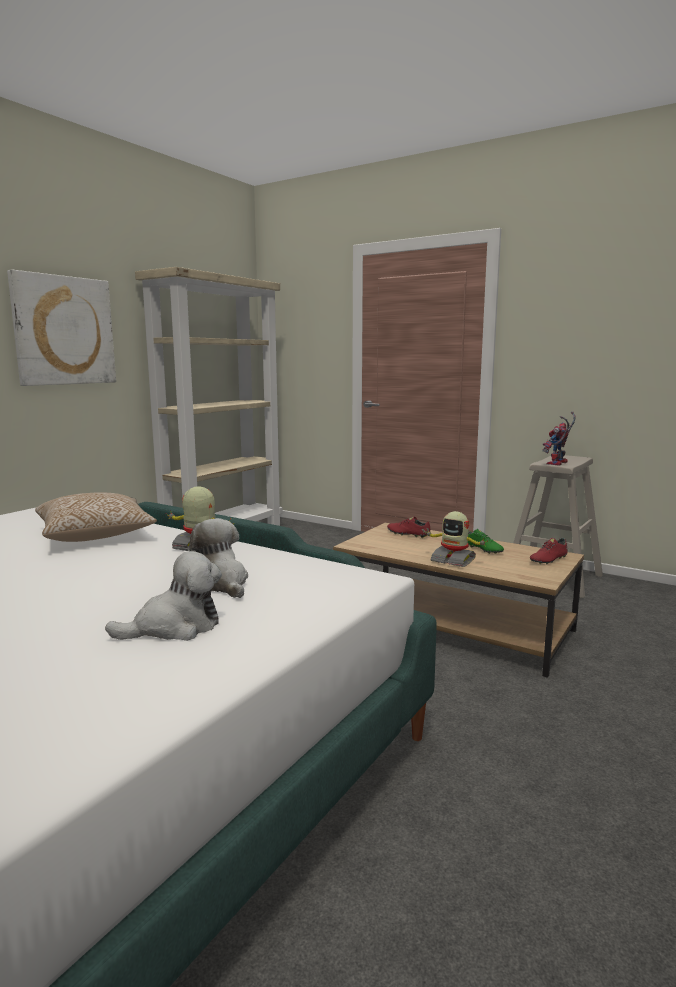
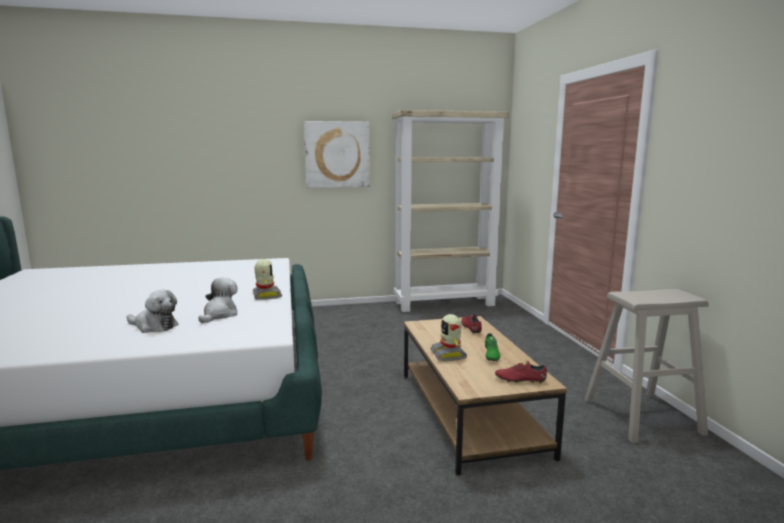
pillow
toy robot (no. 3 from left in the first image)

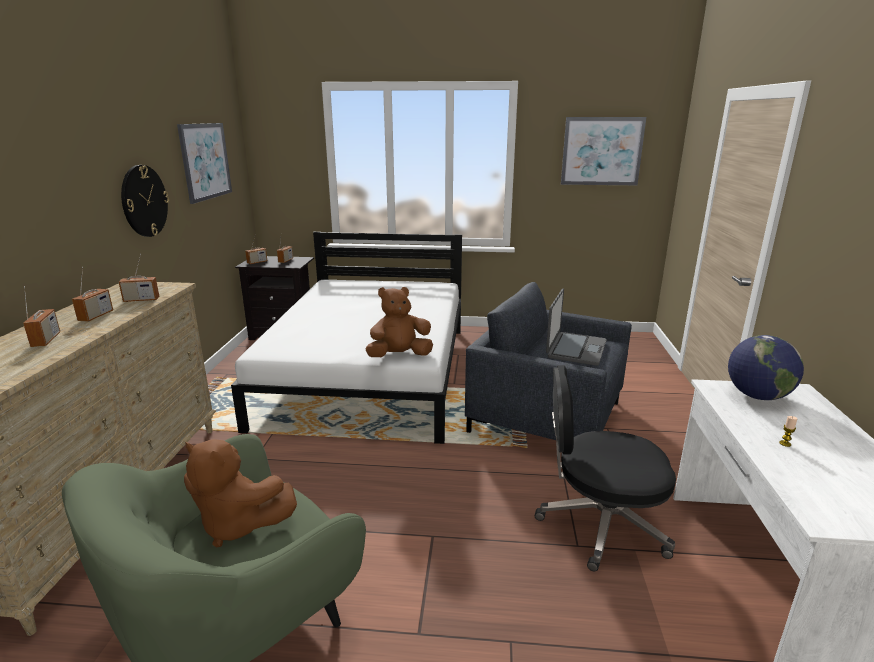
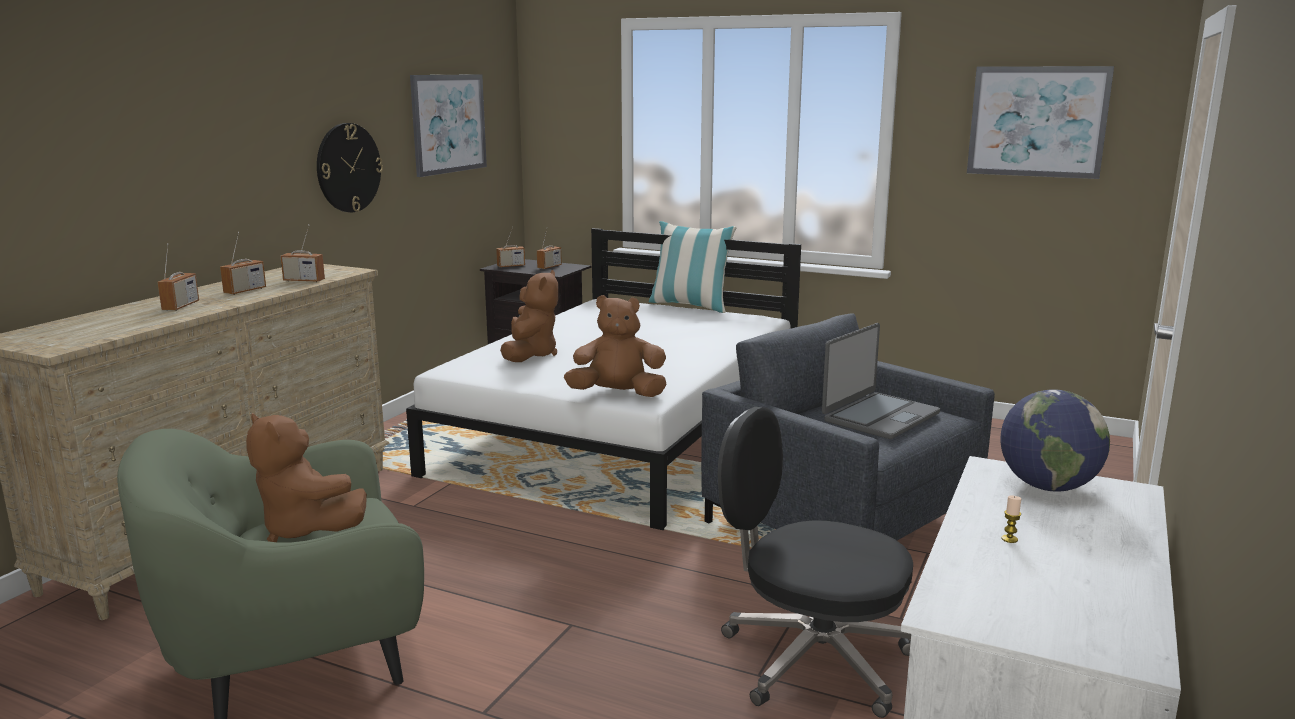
plush toy (brown) (no. 2 from left)
pillow

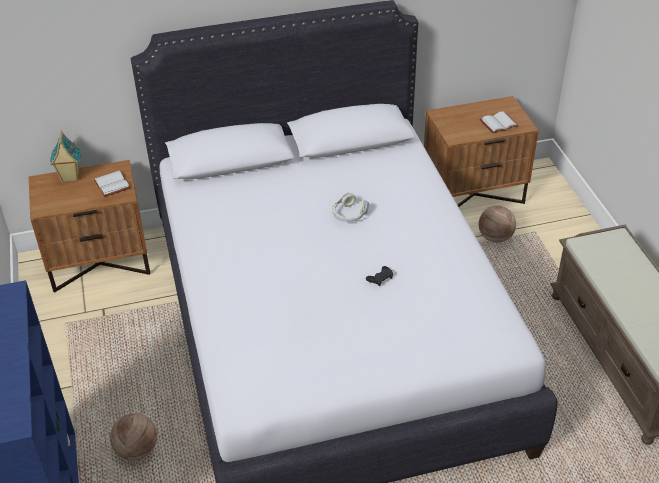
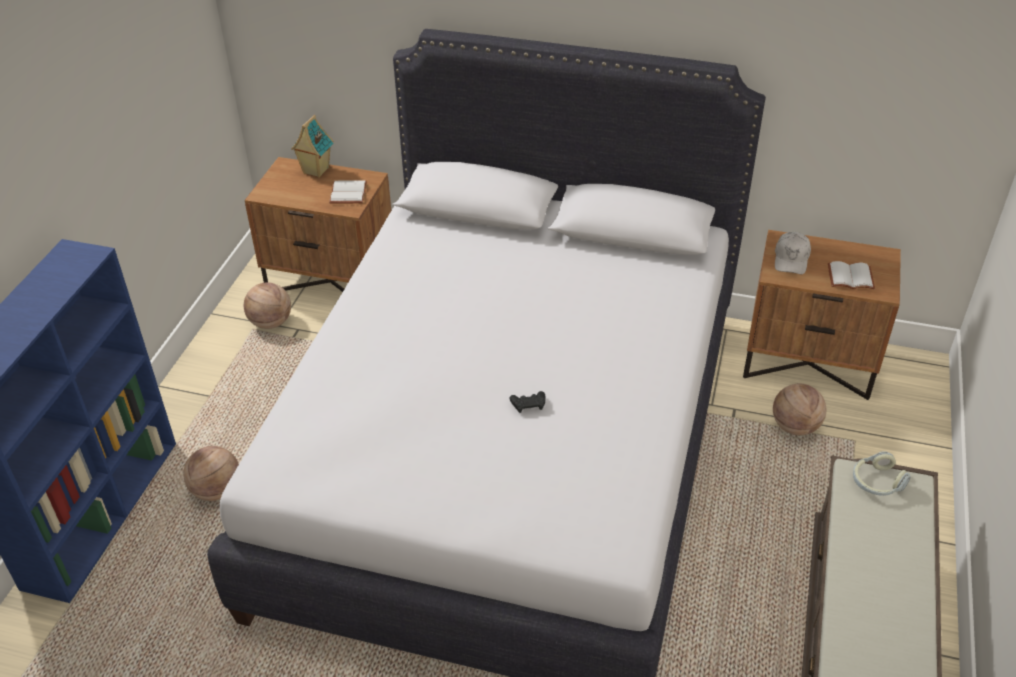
basketball (no. 2 from left)
cap (white)
headphones

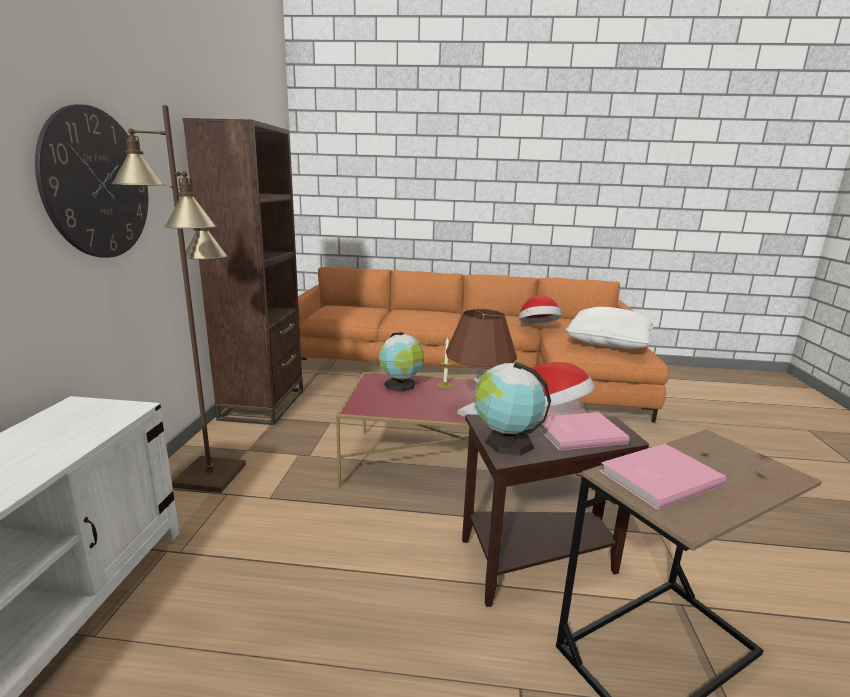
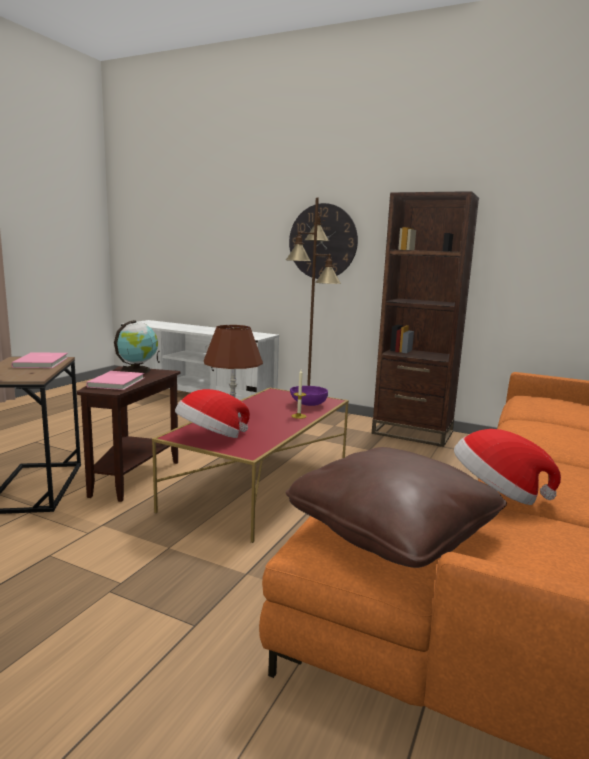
bowl (purple)
pillow (brown)

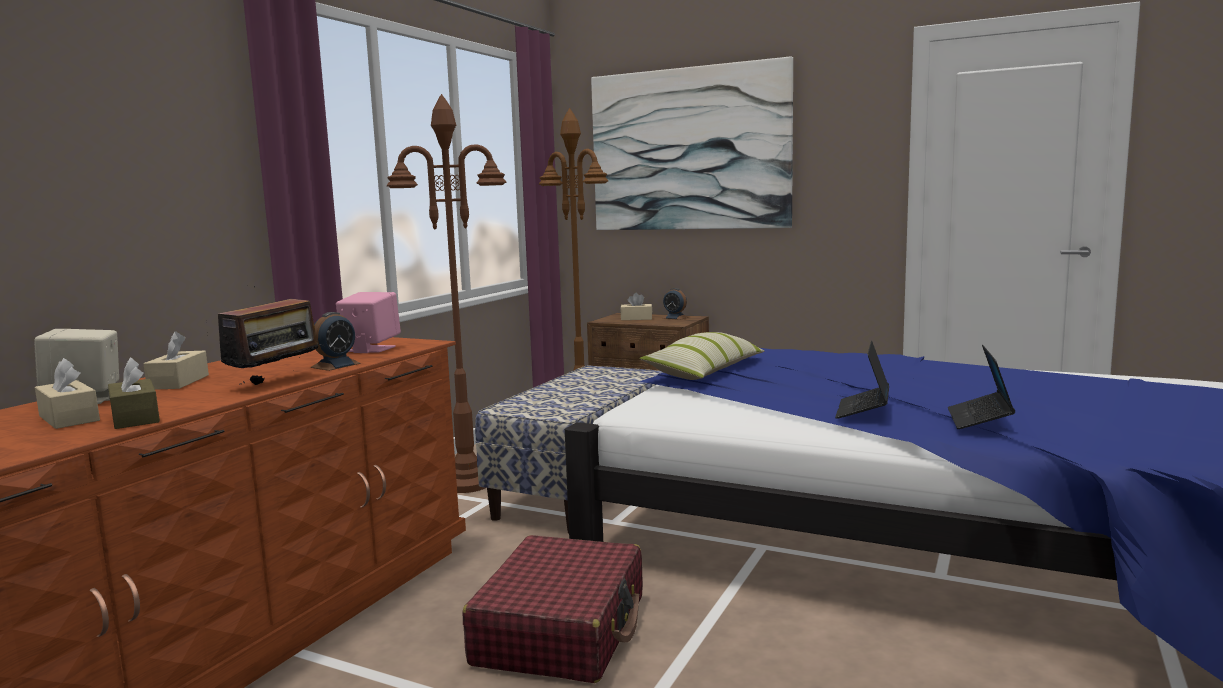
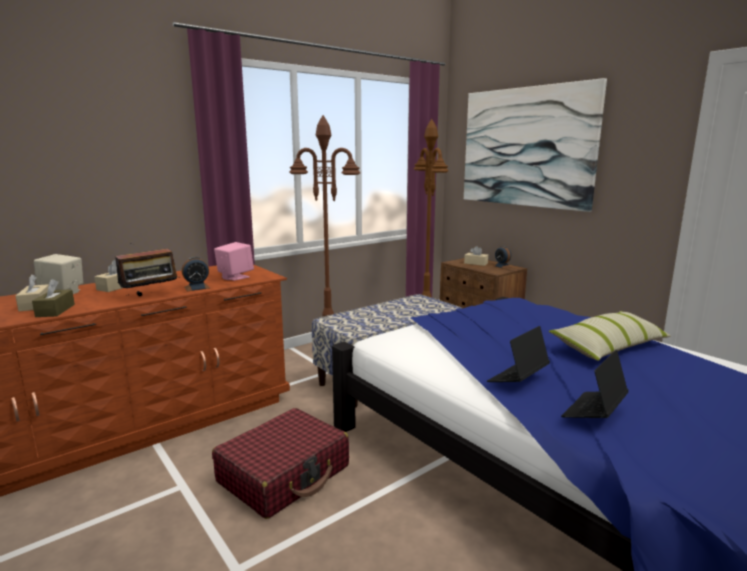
pillow

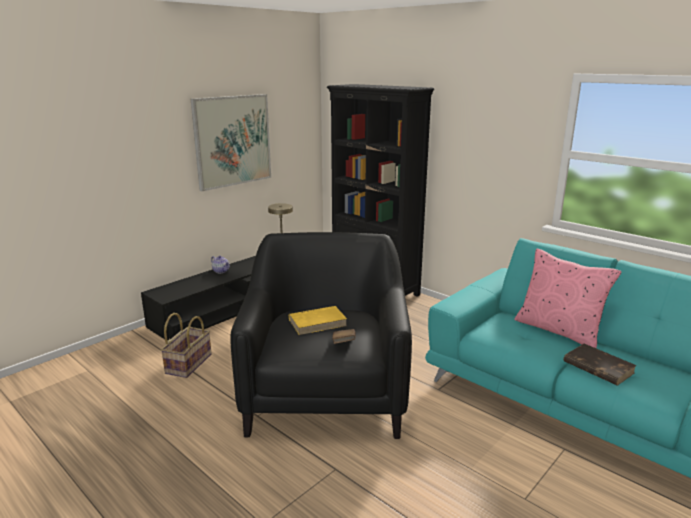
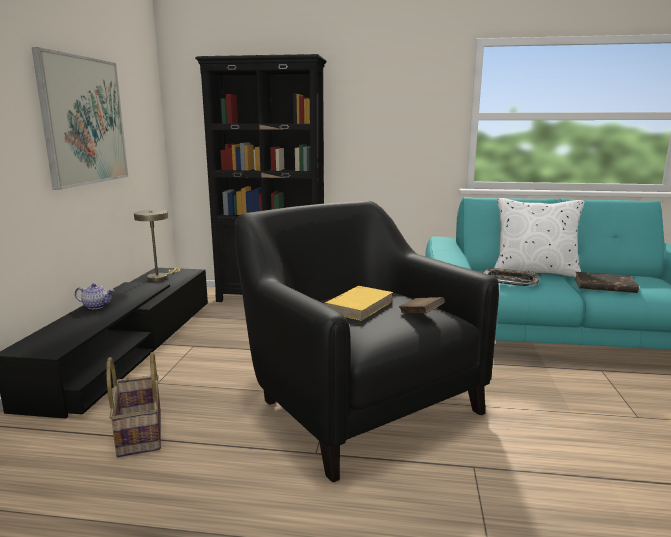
tray
pillow (white)

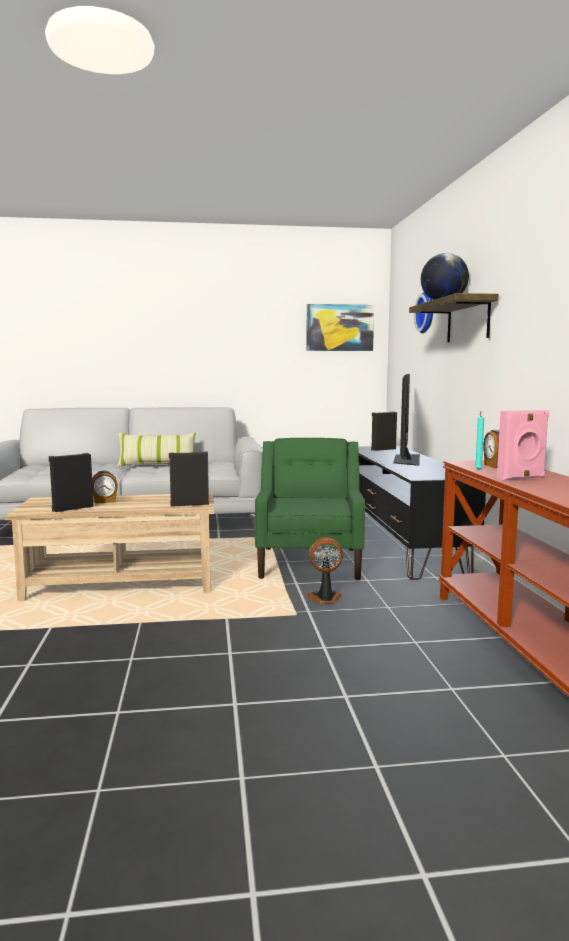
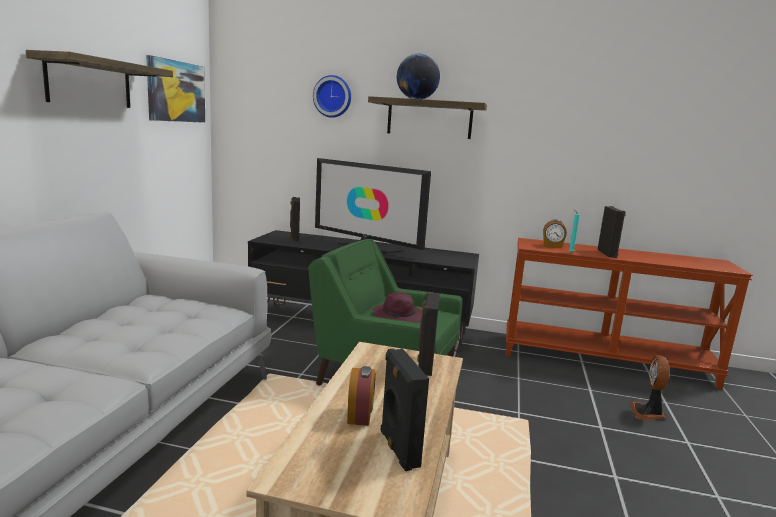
pillow
shelf (no. 1 from left)
hat (purple)
fan
speaker (black) (no. 4 from left)

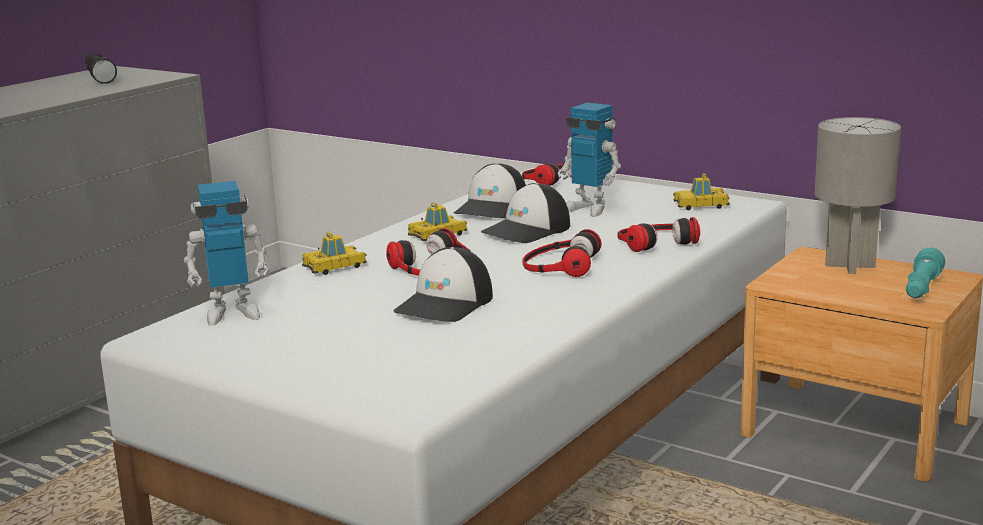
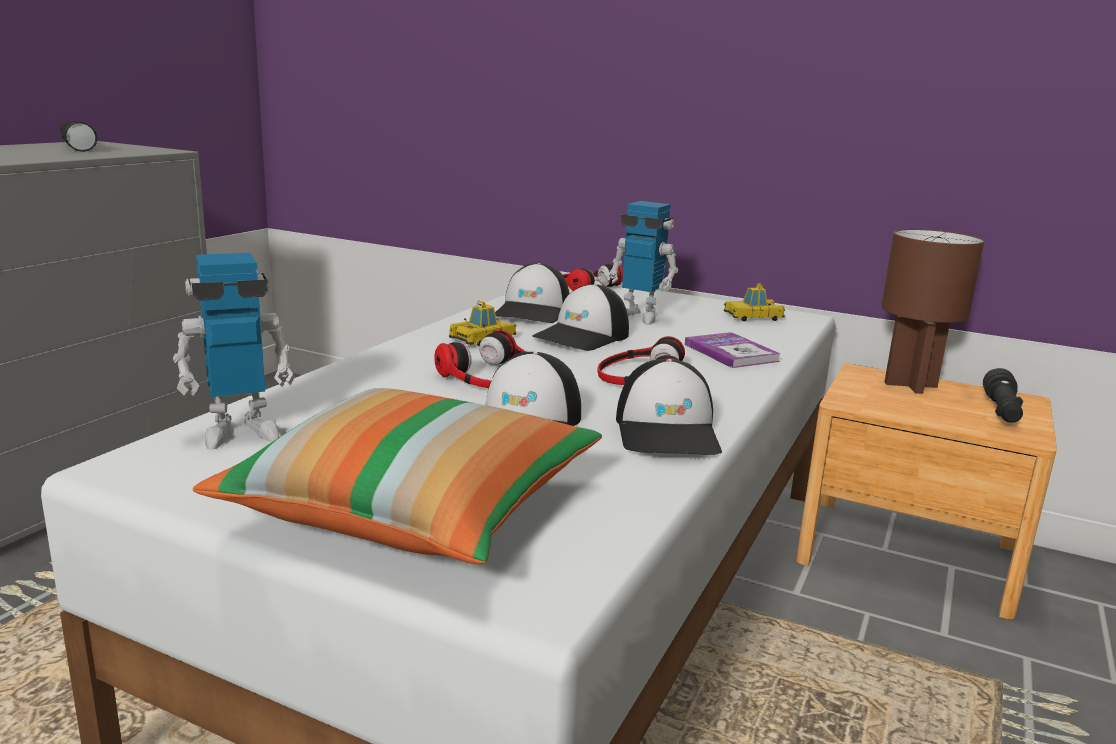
toy car (no. 1 from left in the first image)
pillow
cap (no. 4 from left)
book
table lamp (brown)
flashlight (black) (no. 2 from left)

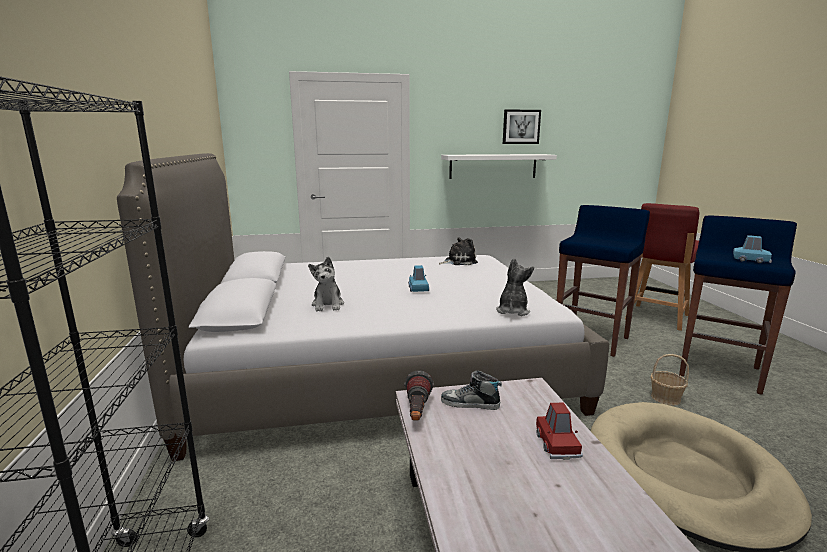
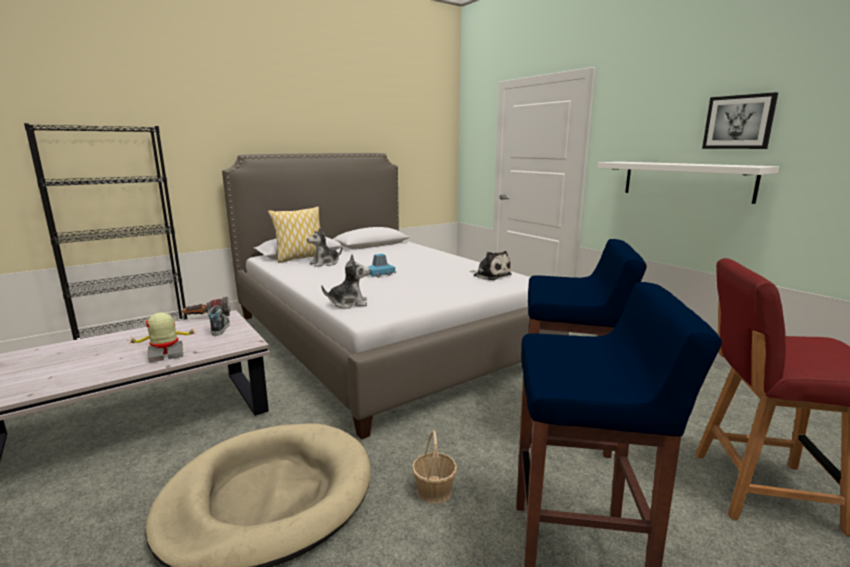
toy car (blue) (no. 2 from left in the first image)
pillow
toy robot

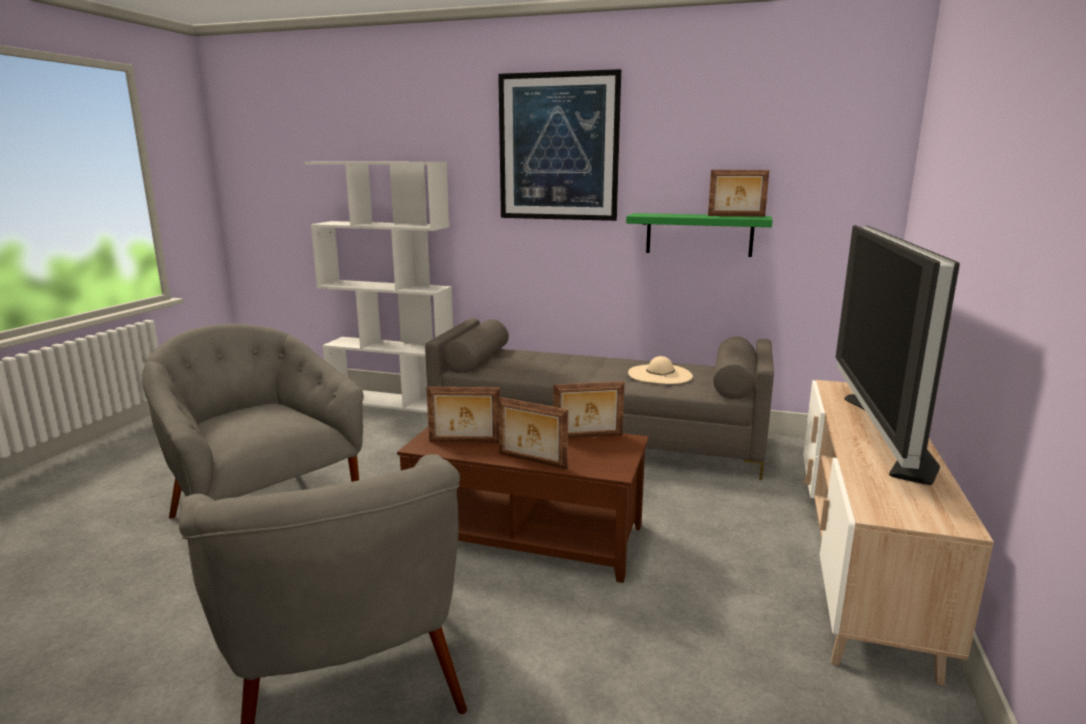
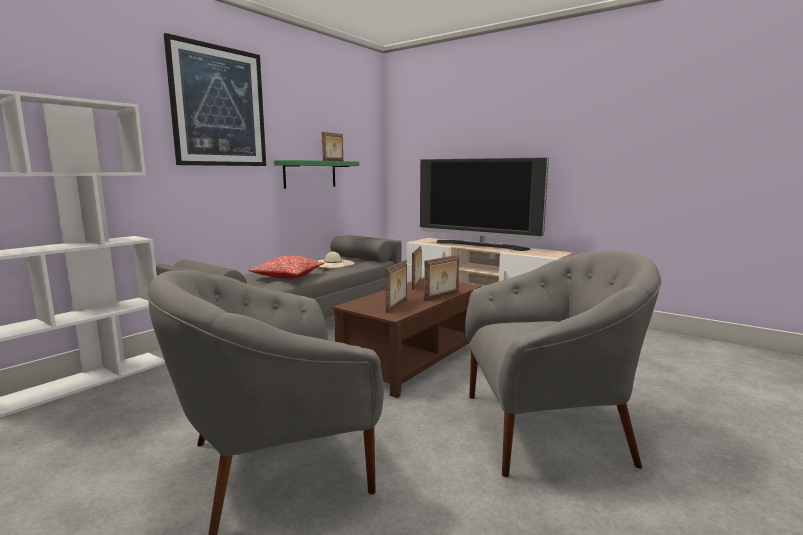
pillow

